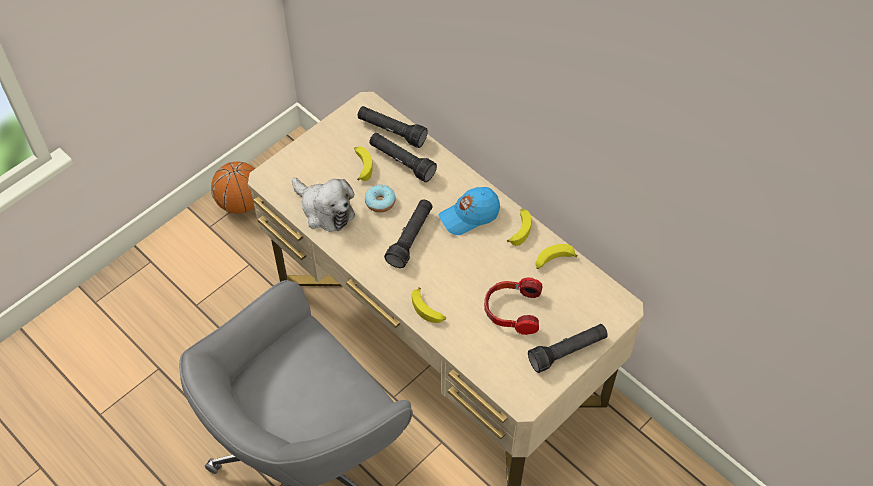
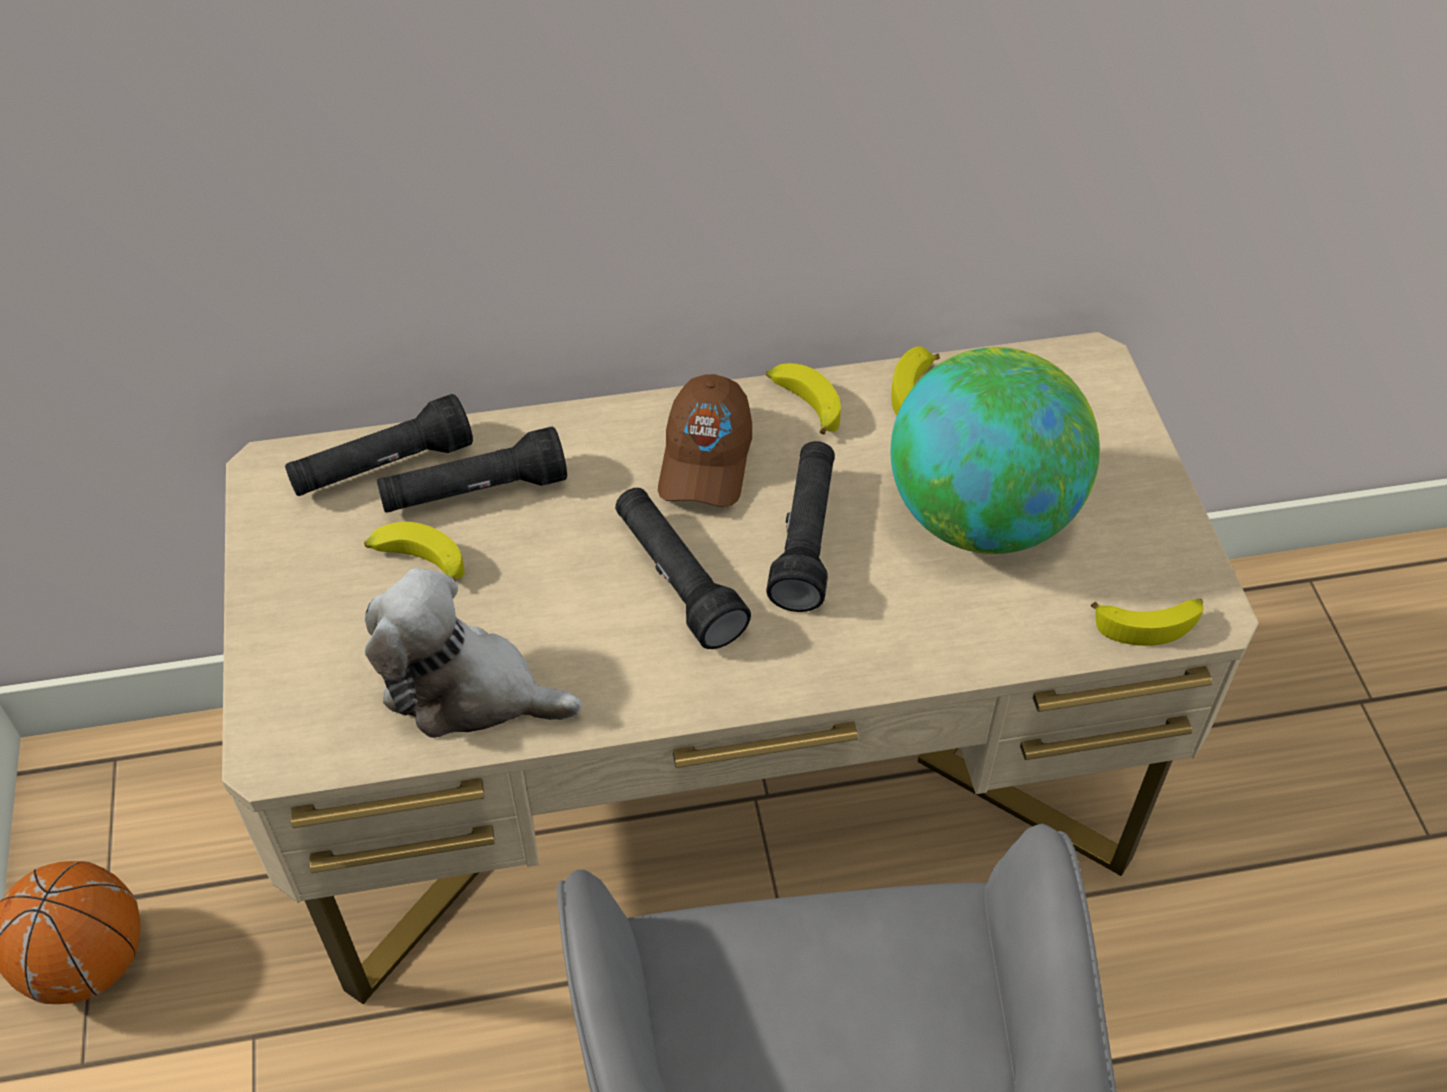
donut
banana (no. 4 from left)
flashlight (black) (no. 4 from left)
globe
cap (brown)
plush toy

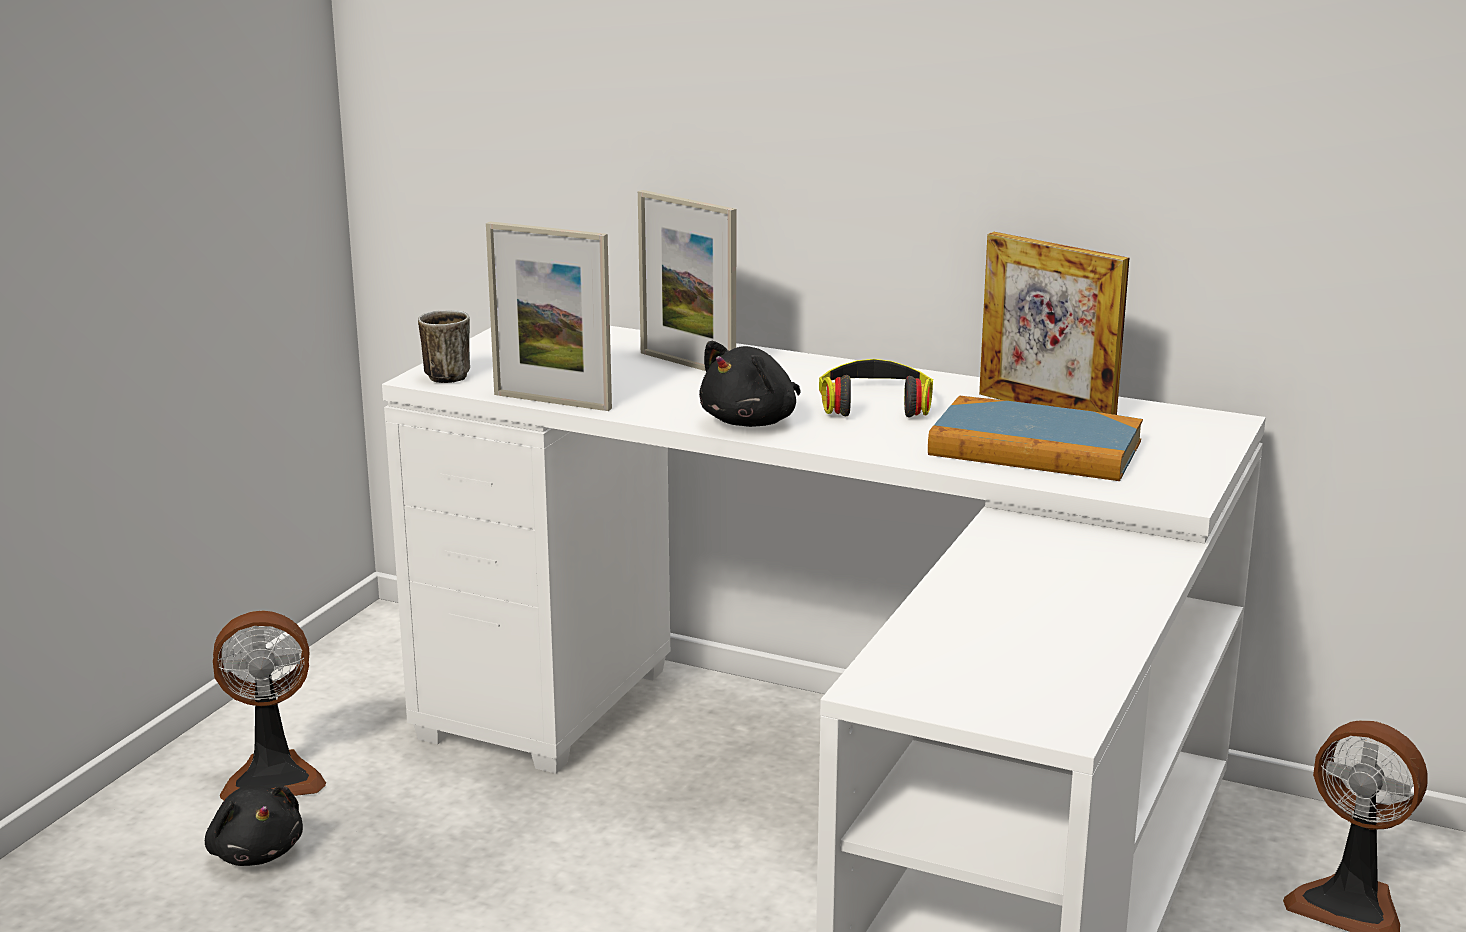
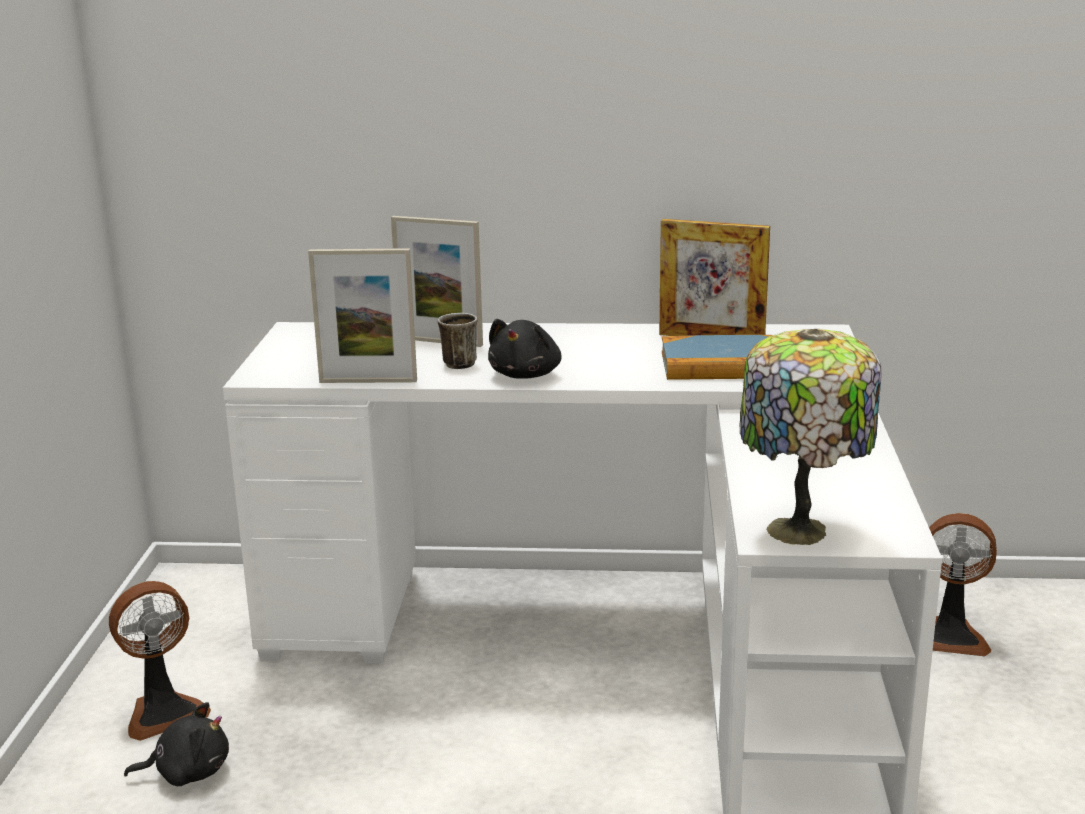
headphones
table lamp
mug
plush toy (black) (no. 1 from left)

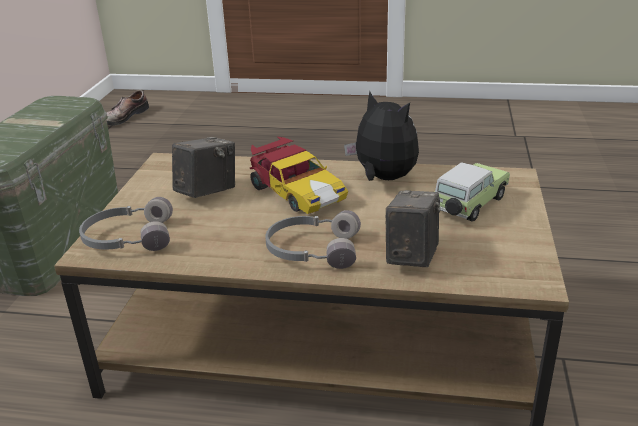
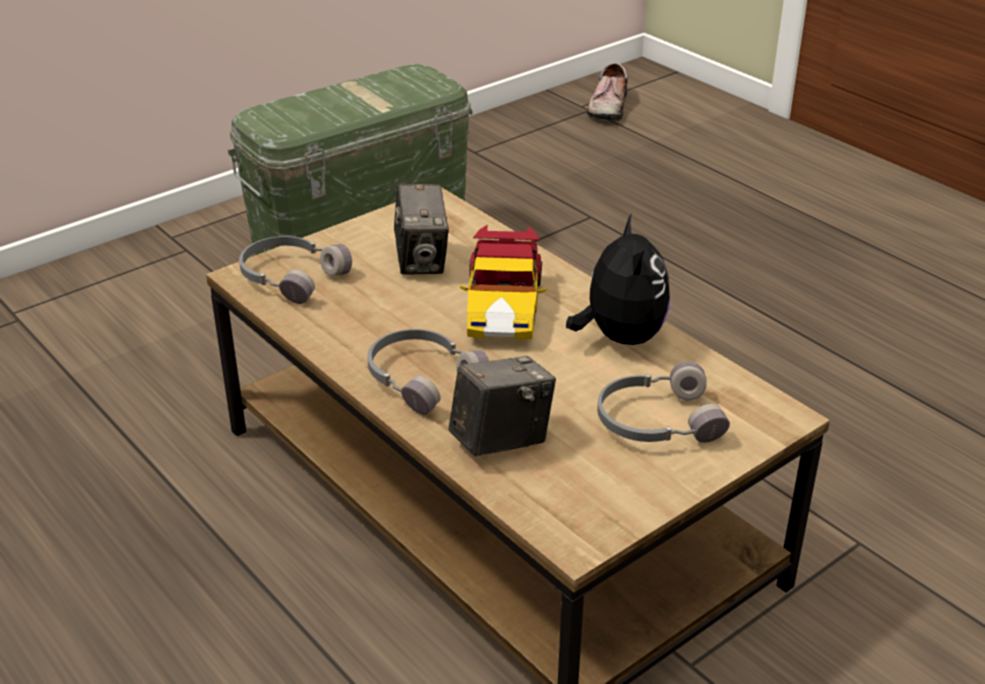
headphones (grey) (no. 3 from left)
shoe
photo camera (no. 1 from left)

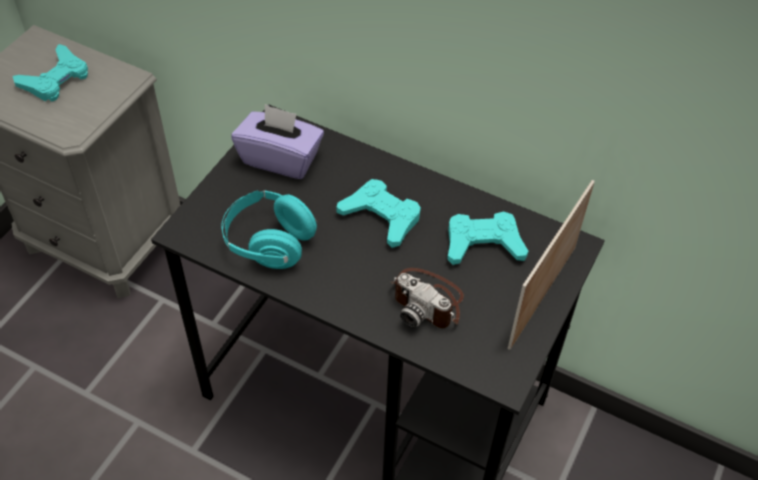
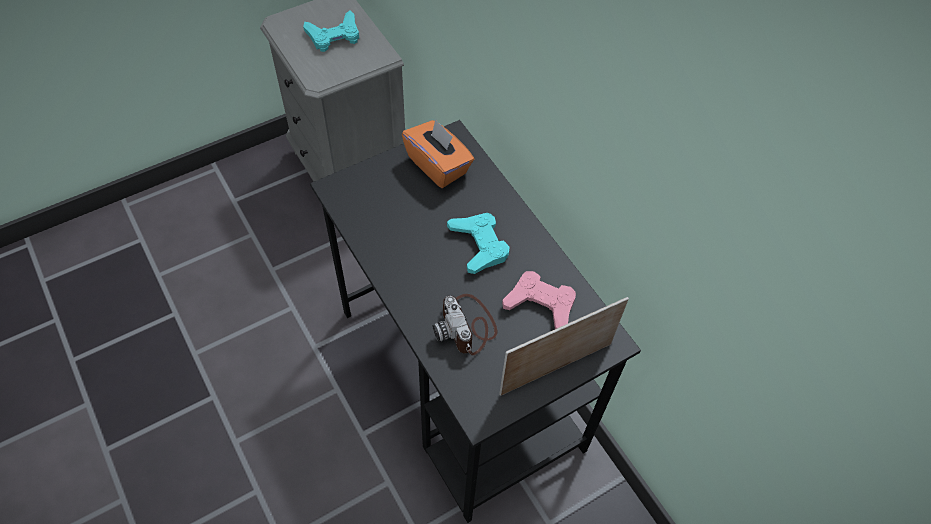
headphones (turquoise)
tissue box (orange)
game controller (pink)

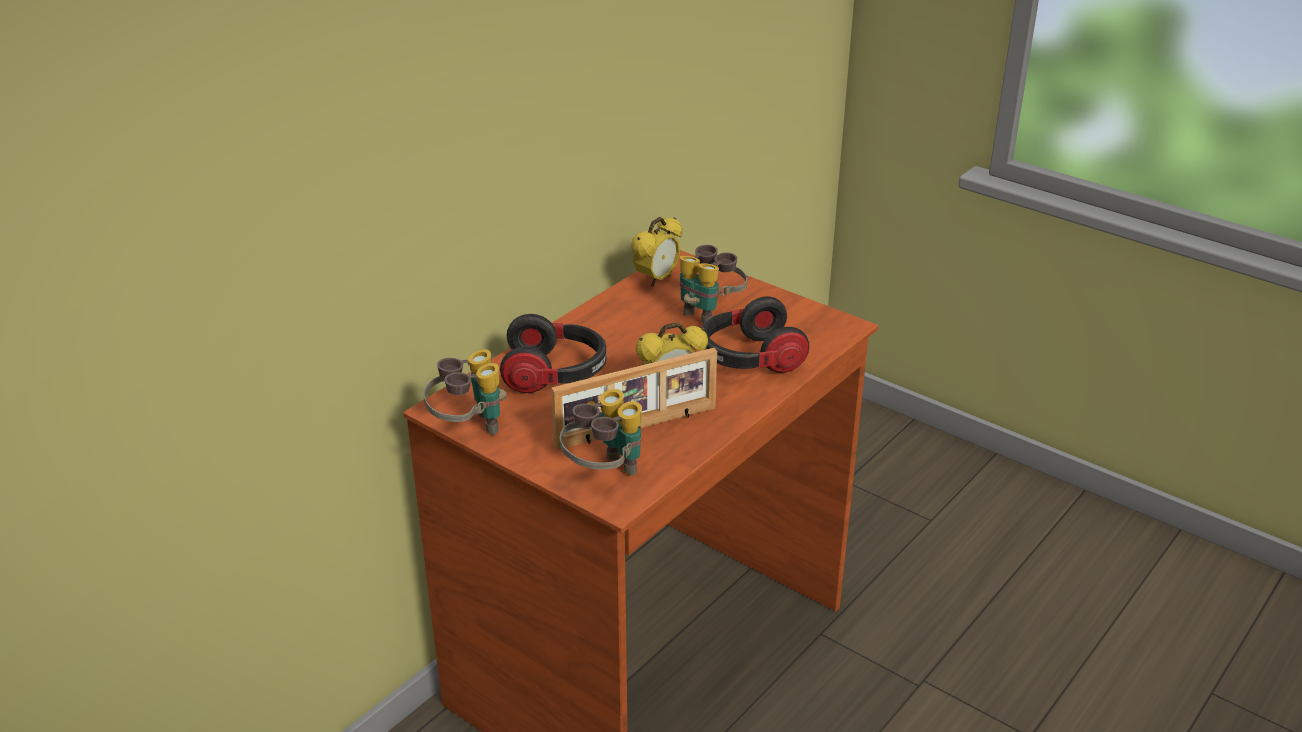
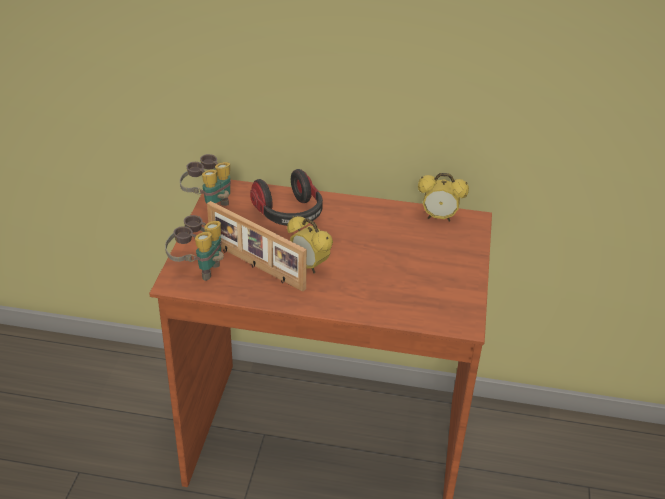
binoculars (no. 3 from left in the first image)
headphones (no. 2 from left in the first image)

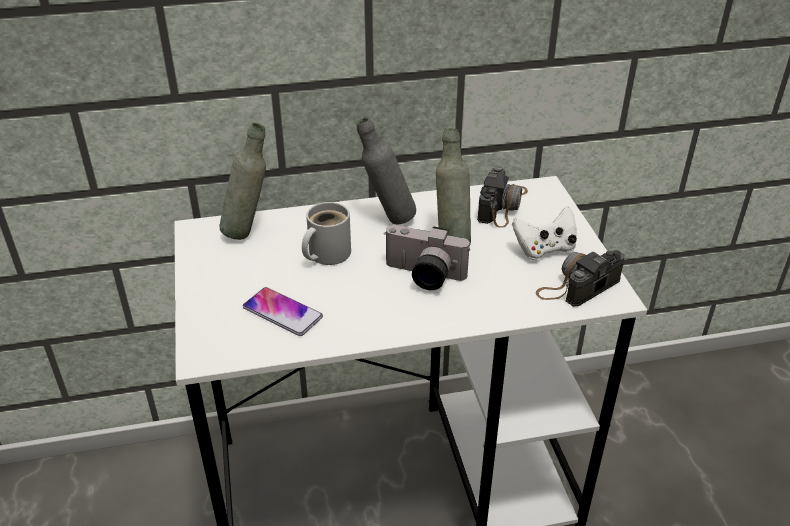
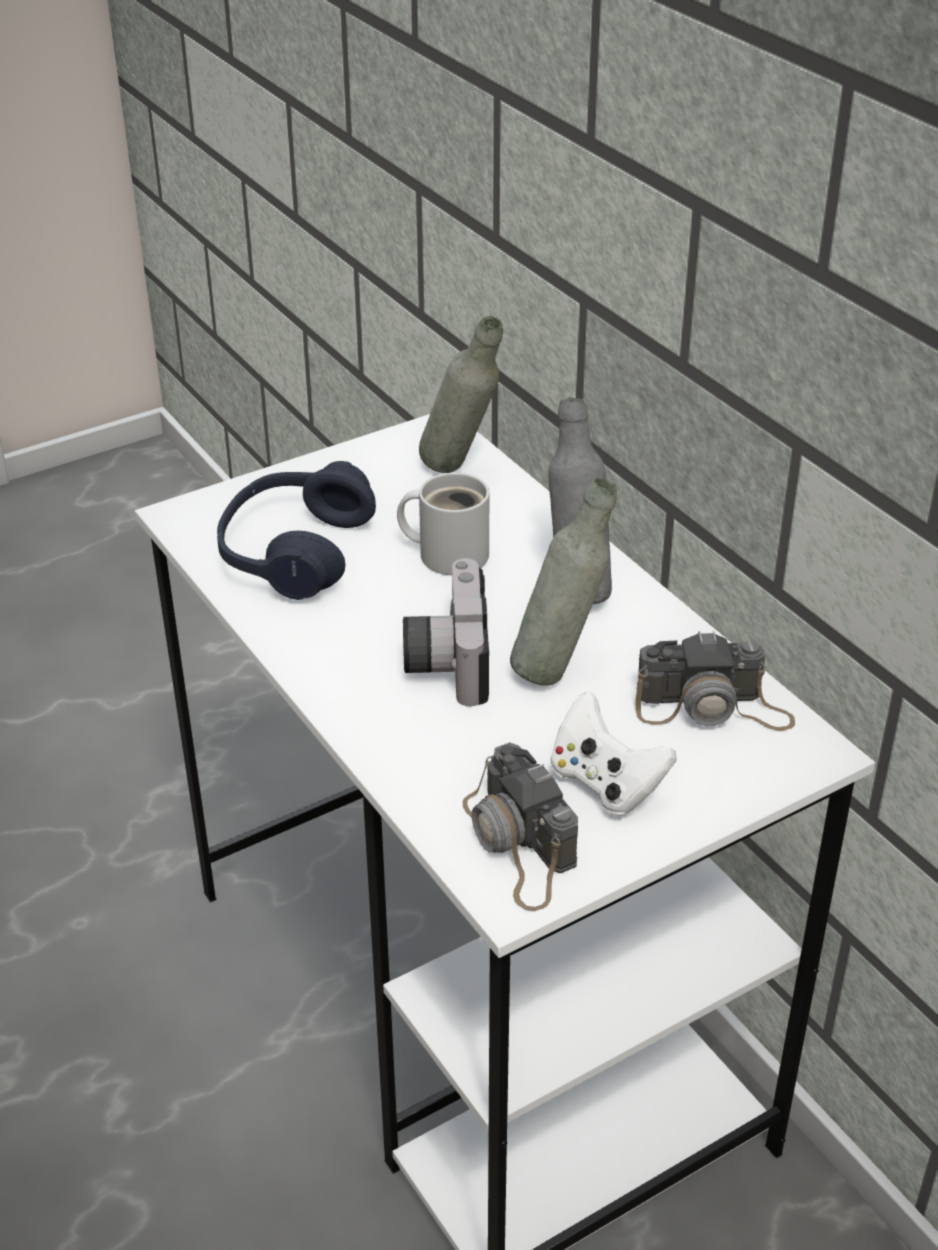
headphones (blue)
photo camera (no. 2 from left)

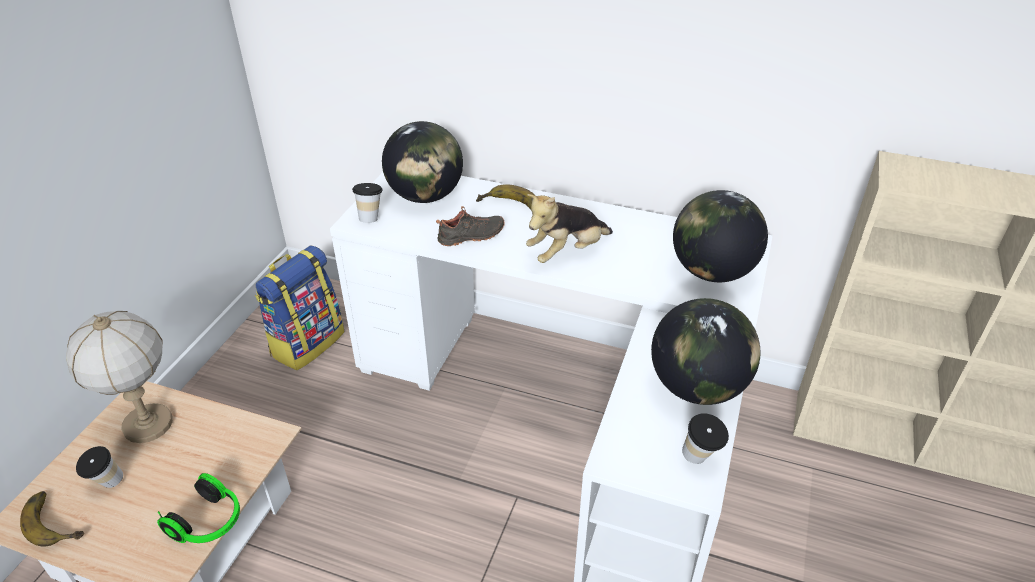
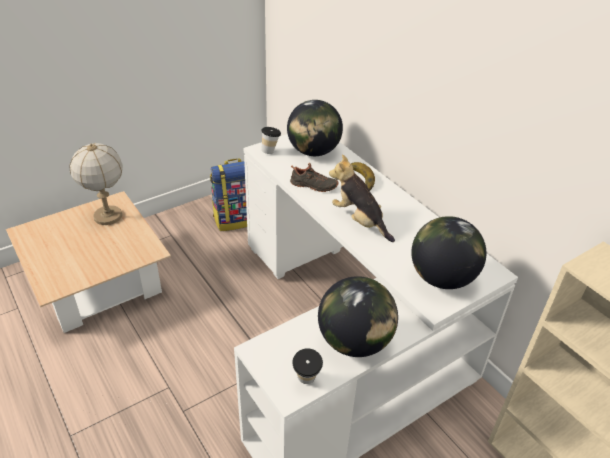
banana (no. 1 from left in the first image)
cup (no. 1 from left in the first image)
headphones
plush toy

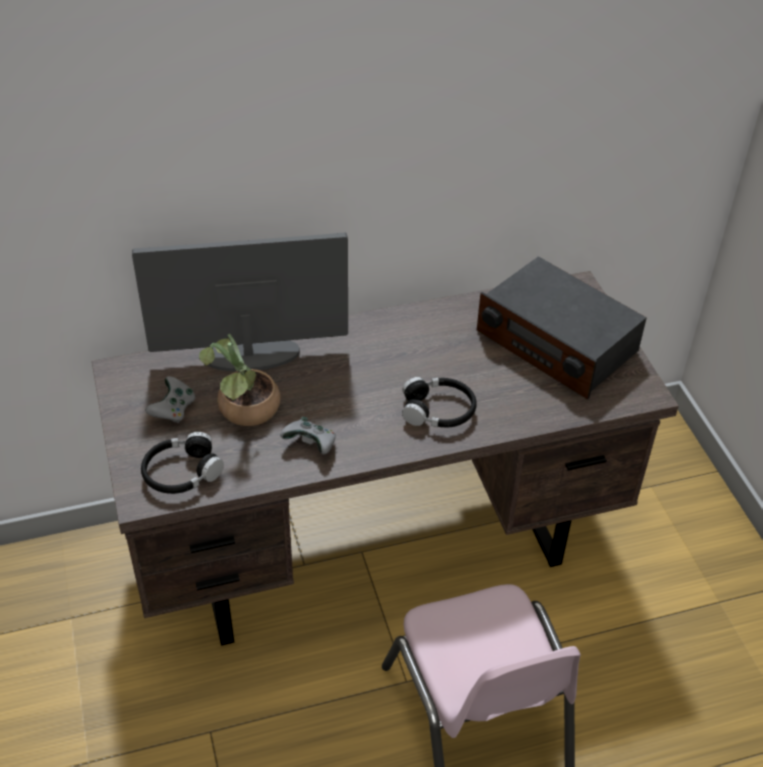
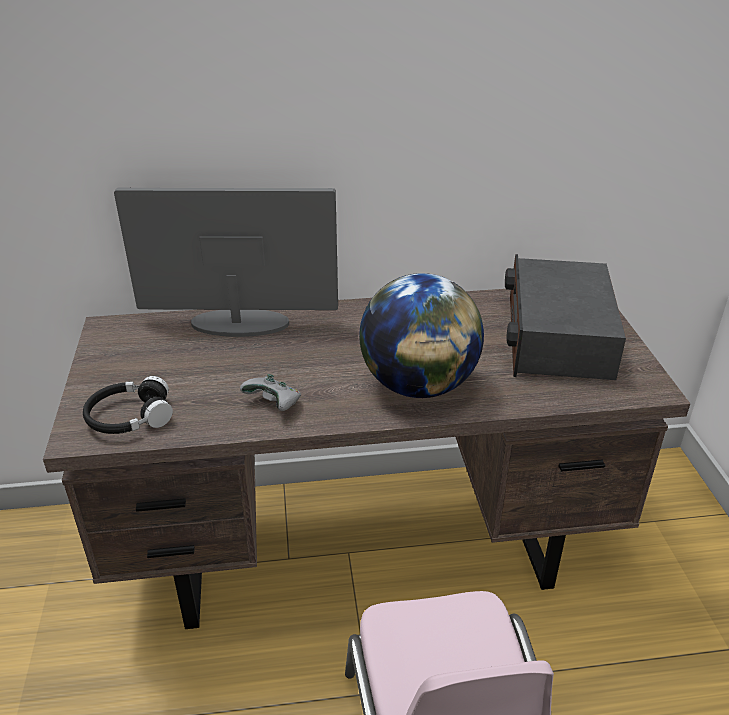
game controller (grey) (no. 1 from left in the first image)
potted plant
globe
radio

